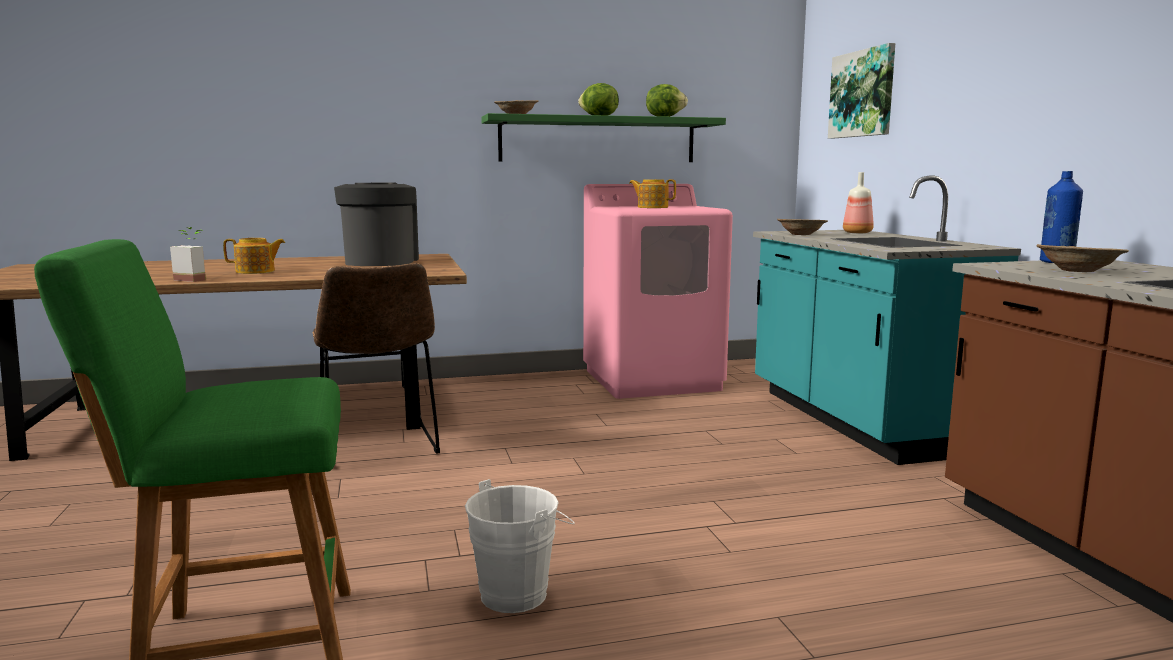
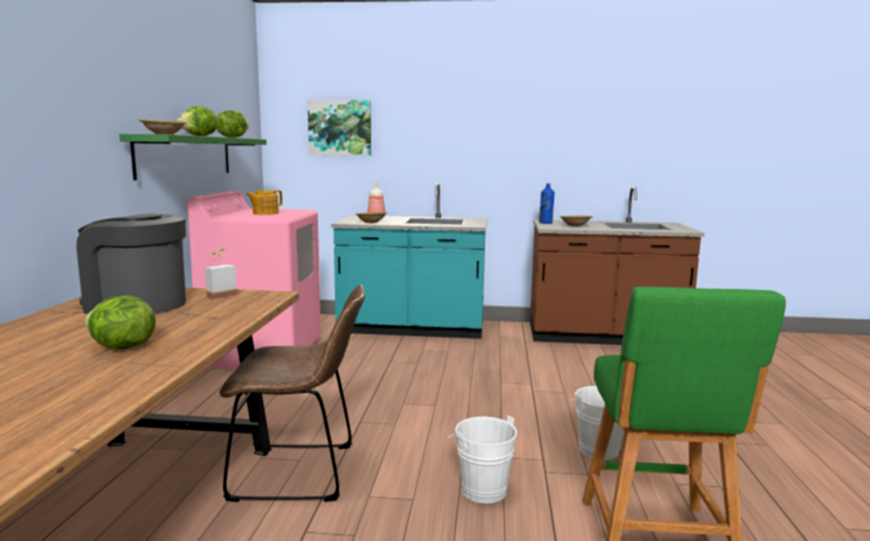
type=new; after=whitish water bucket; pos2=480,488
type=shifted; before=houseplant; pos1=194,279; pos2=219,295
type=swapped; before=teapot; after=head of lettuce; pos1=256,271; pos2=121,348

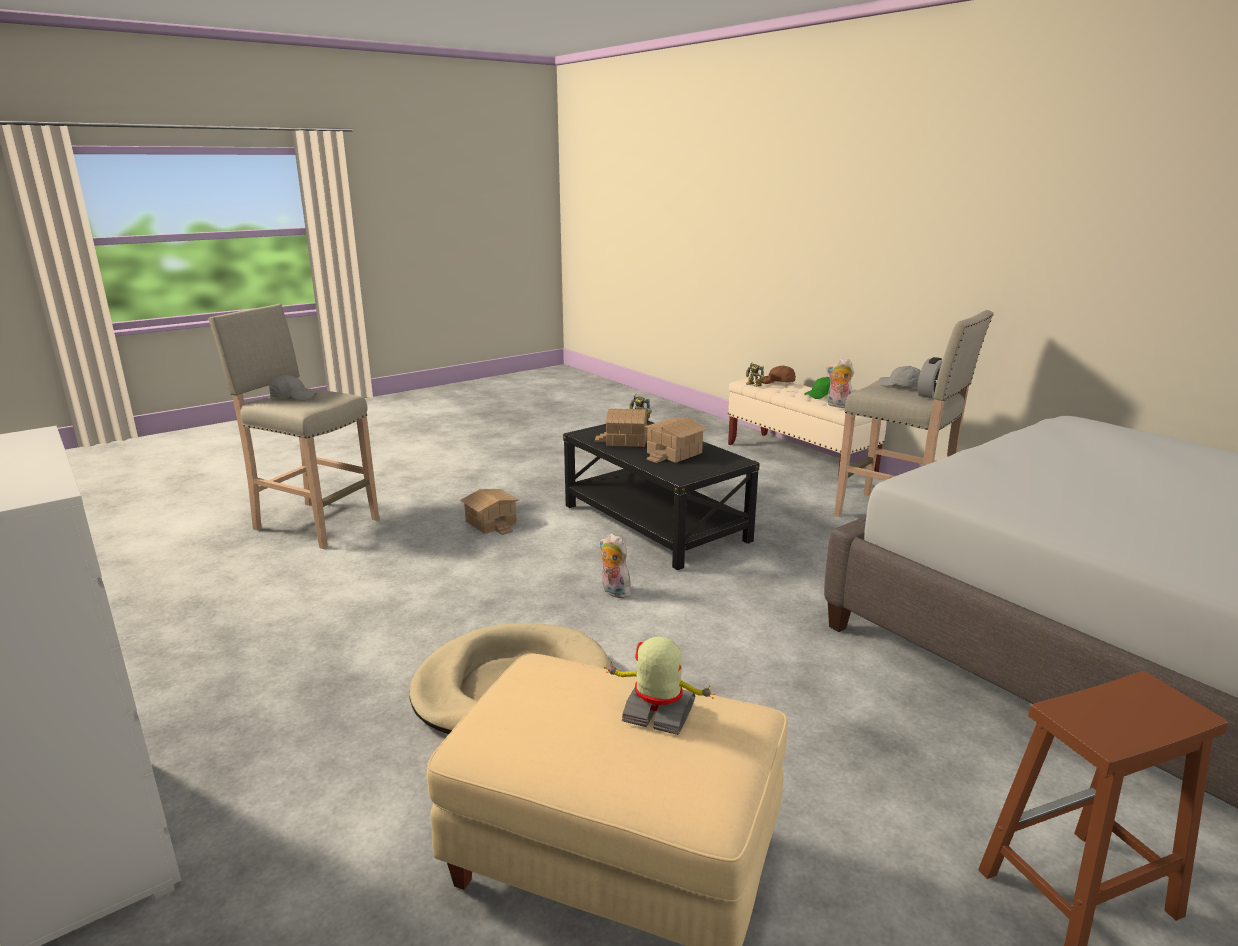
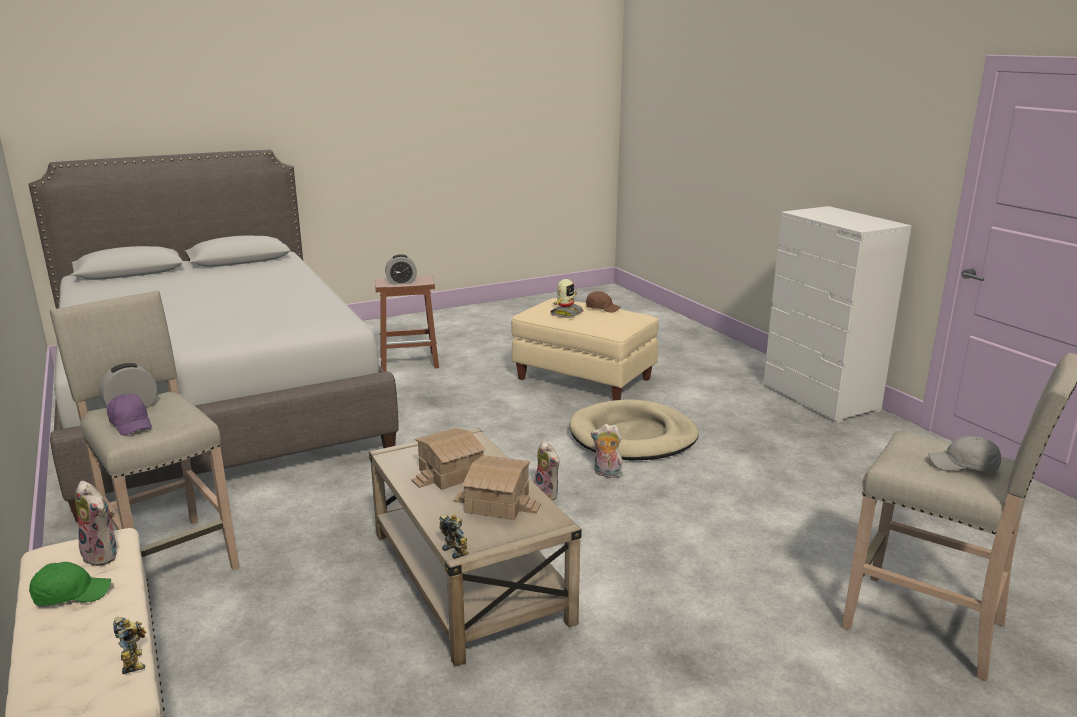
type=gone; before=model house; pos1=492,522
type=new; after=alarm clock; pos2=401,282
type=new; after=plush toy; pos2=606,474
type=shifted; before=brownish peaked cap; pos1=777,382; pos2=602,308
type=repainted; before=blackish low table; after=beige low table; pos1=655,524; pos2=469,577
type=repainted; before=greyish peaked cap; after=purplish peaked cap; pos1=901,386; pos2=131,424
type=rotated; before=toy robot; pos1=658,713; pos2=566,313; turn=-90

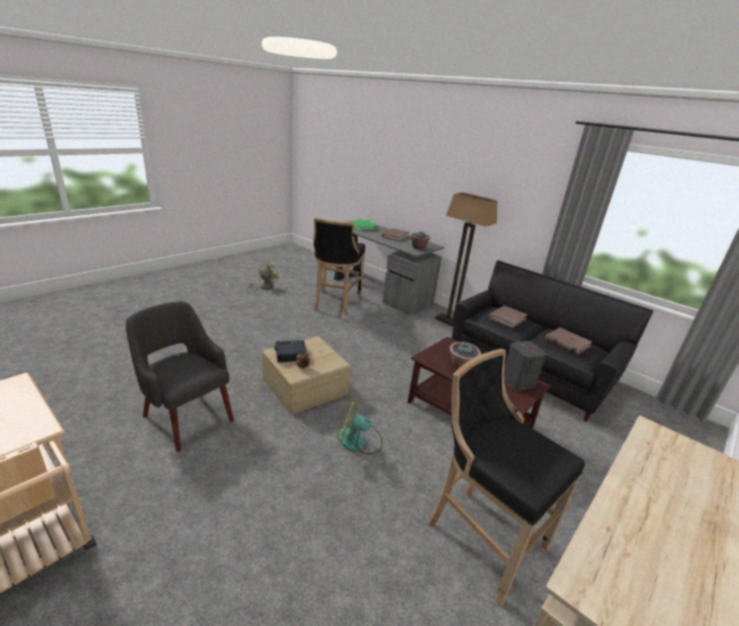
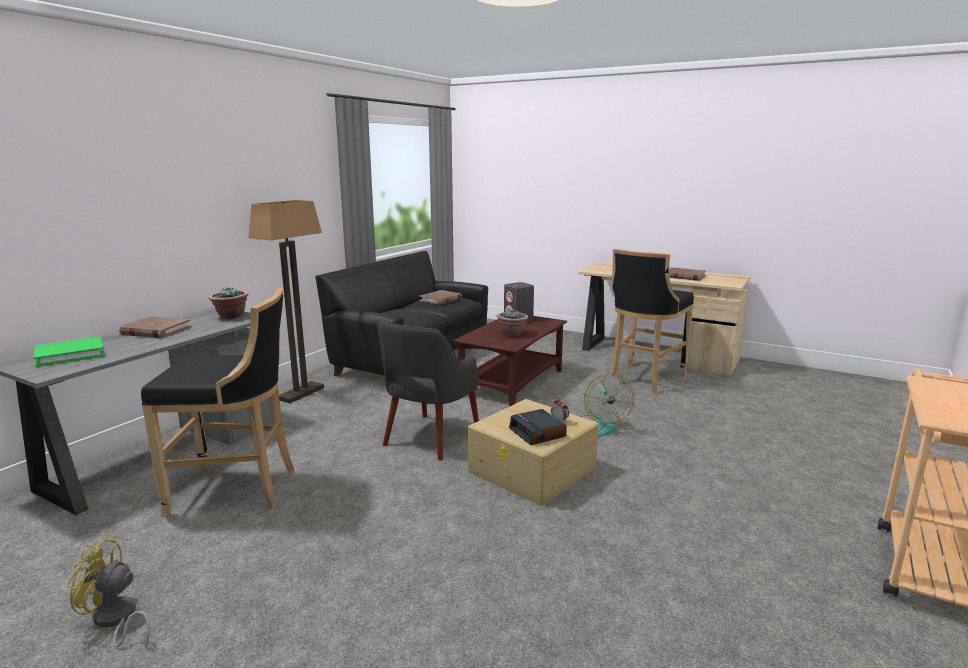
type=shifted; before=greyish lounge chair; pos1=187,417; pos2=431,437
type=shifted; before=brownish bound book; pos1=507,318; pos2=684,276

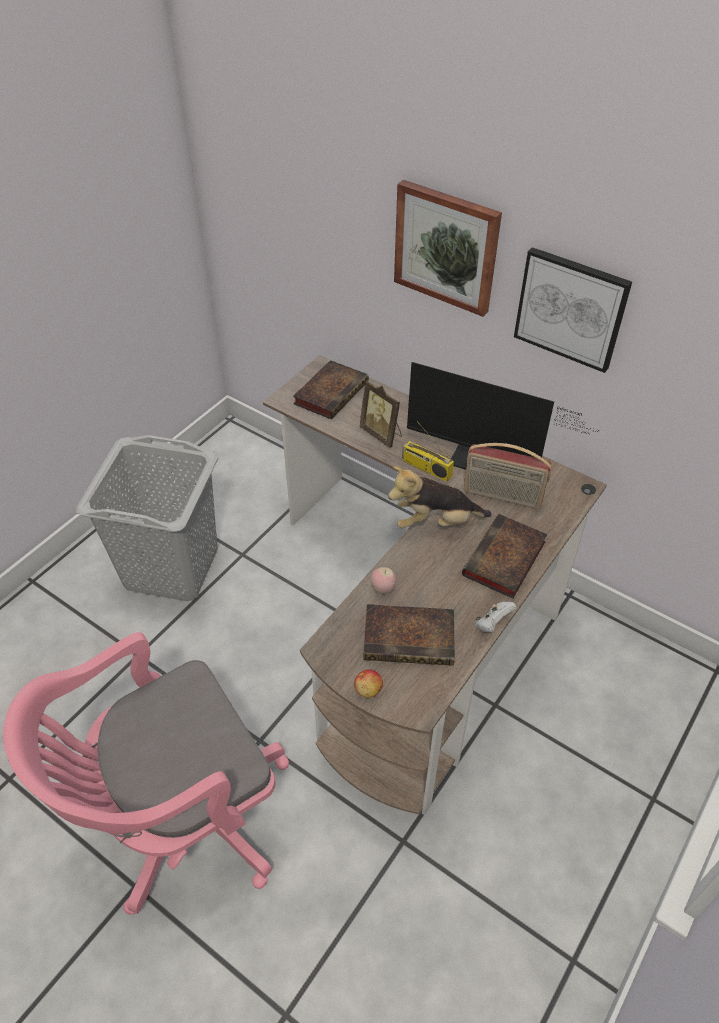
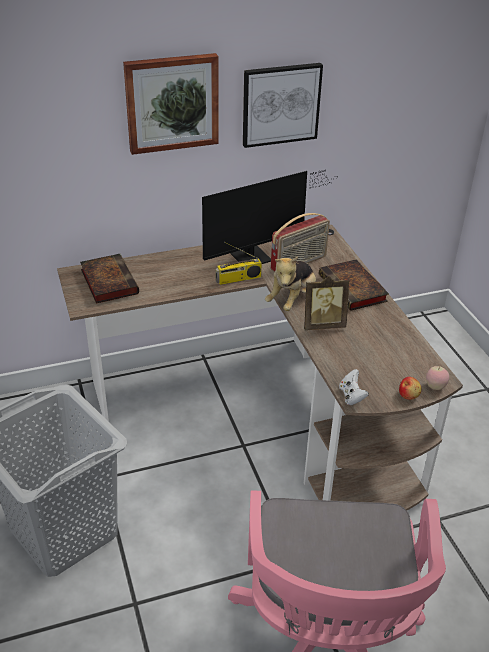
type=gone; before=bound book; pos1=411,638
type=shifted; before=photo frame; pos1=382,434; pos2=323,324
type=shifted; before=apple; pos1=383,588; pos2=435,387
type=shifted; before=whitish game controller; pos1=492,623; pos2=351,396

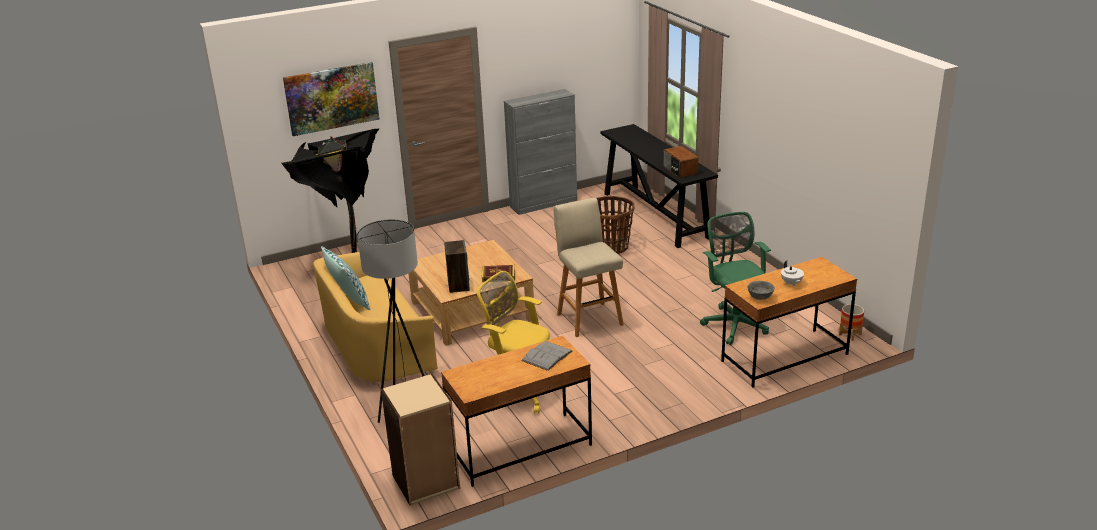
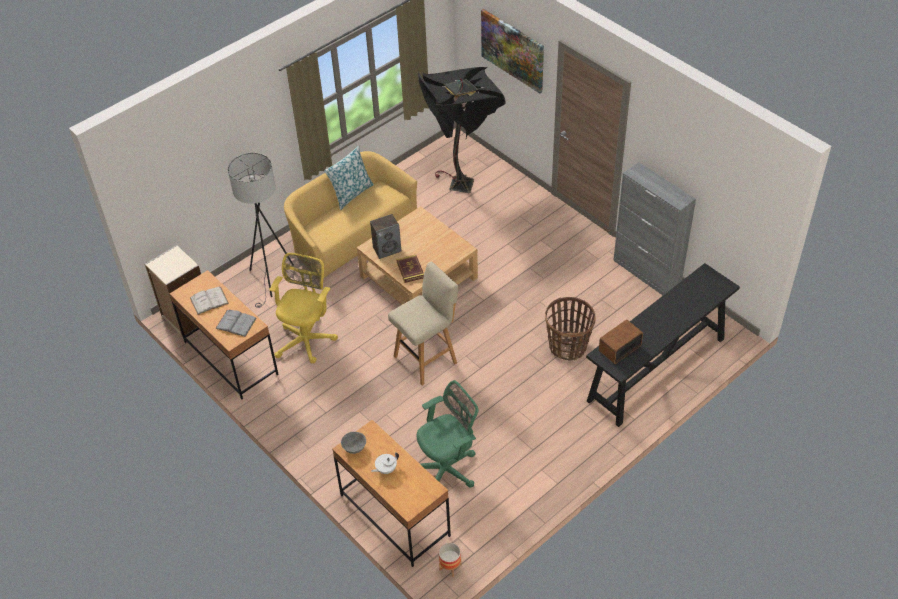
type=new; after=whitish bound book; pos2=209,300

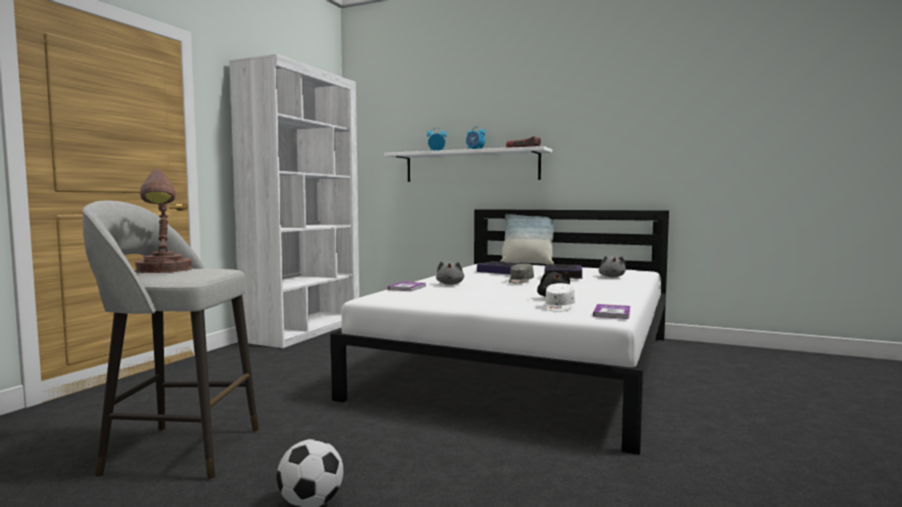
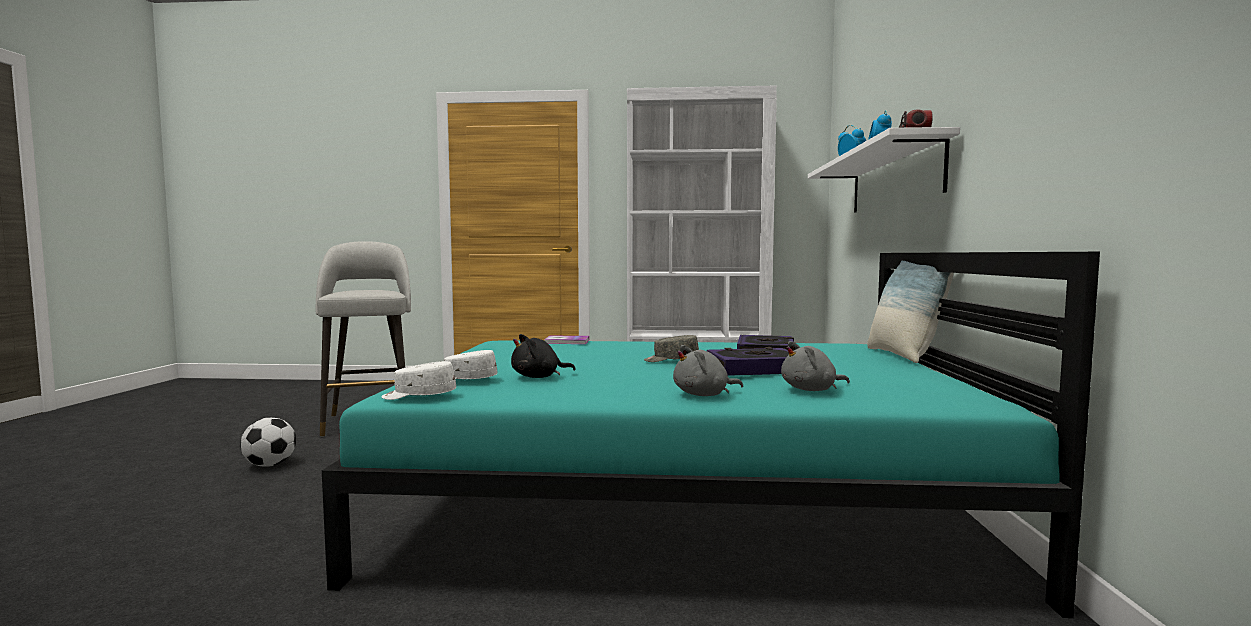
type=gone; before=brownish lamp for a table; pos1=164,270
type=shifted; before=greyish plush toy; pos1=450,284; pos2=704,395
type=swapped; before=bound book; after=whitish peaked cap; pos1=612,313; pos2=419,396
type=repainted; before=whitish sleeping bed; after=blue-green sleeping bed; pos1=529,364; pos2=681,497

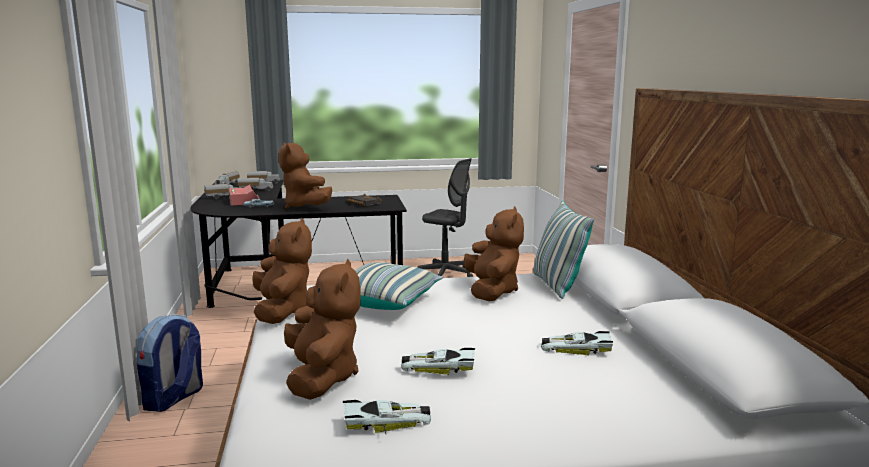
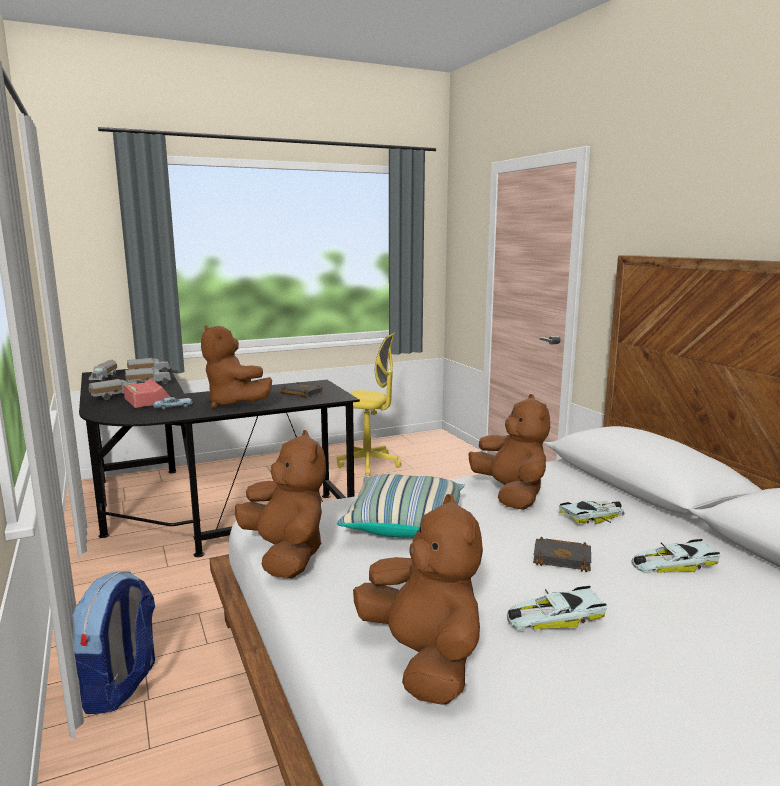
type=gone; before=pillow; pos1=557,285
type=new; after=blackish bound book; pos2=563,558
type=shifted; before=miniature car; pos1=387,422; pos2=594,516
type=repainted; before=greyish desk chair; after=yellow-coloured desk chair; pos1=446,275; pos2=369,464

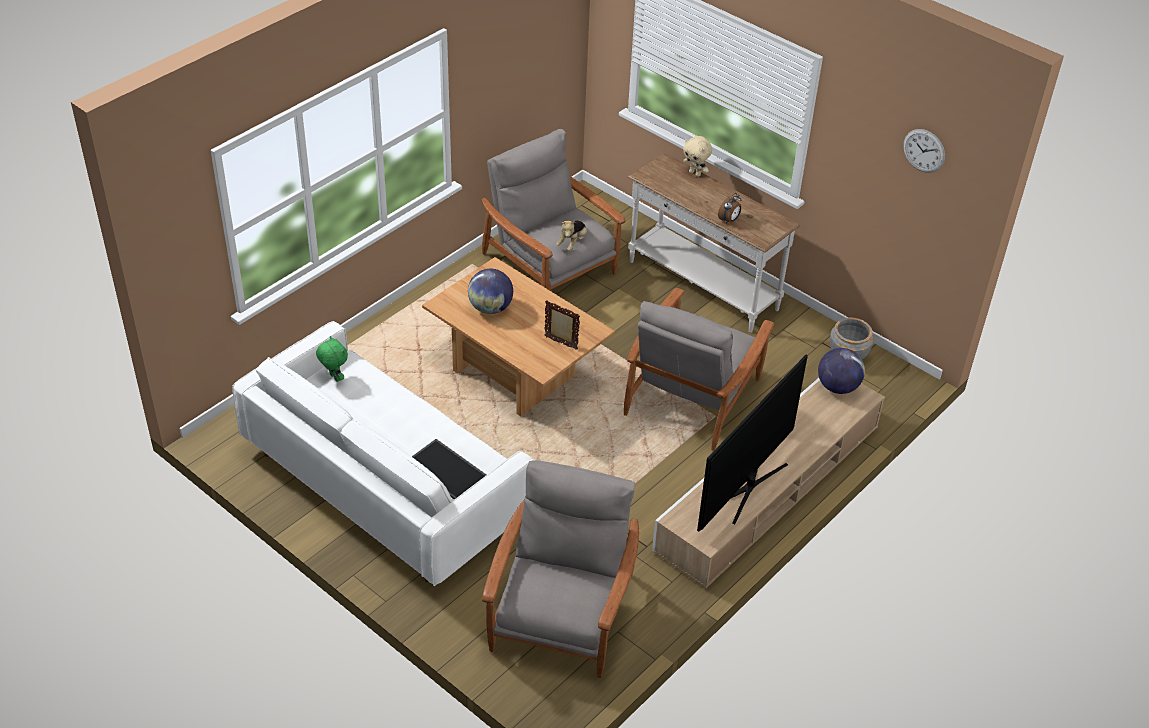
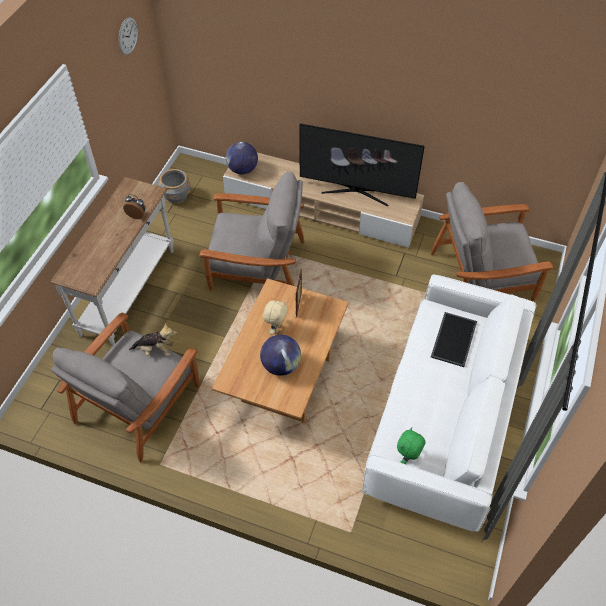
type=shifted; before=beige plush toy; pos1=695,173; pos2=276,328

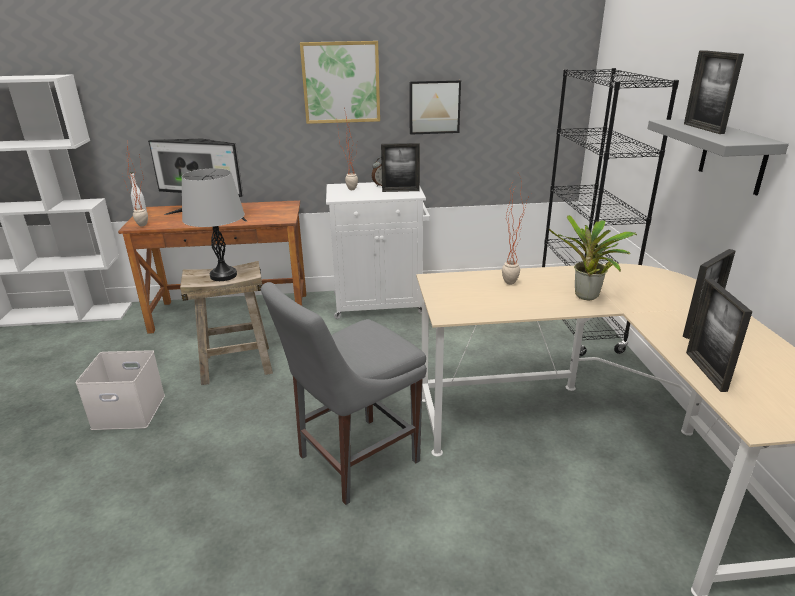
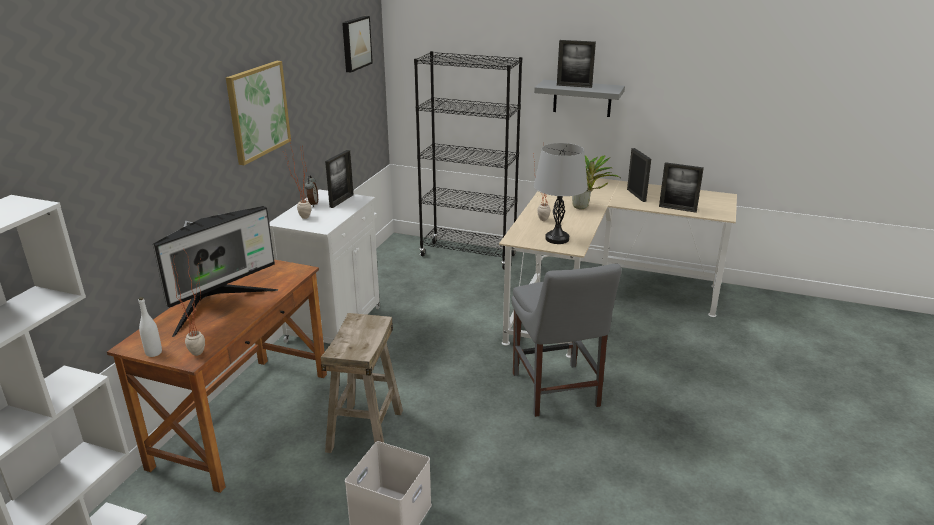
type=shifted; before=greyish lamp for a table; pos1=223,275; pos2=557,239
type=shifted; before=wall art; pos1=434,107; pos2=355,43

